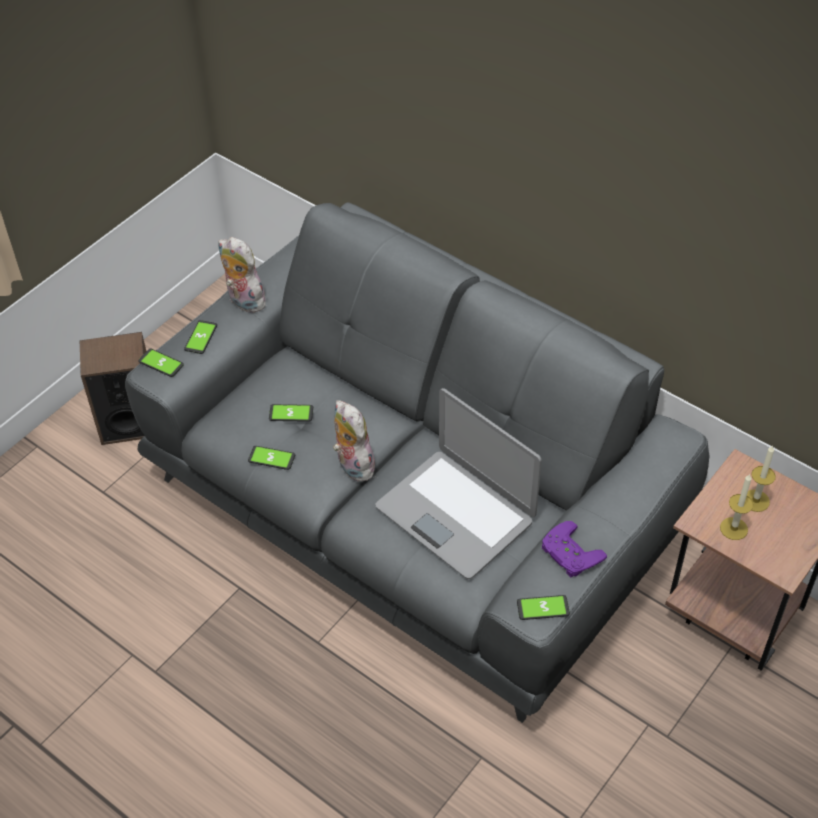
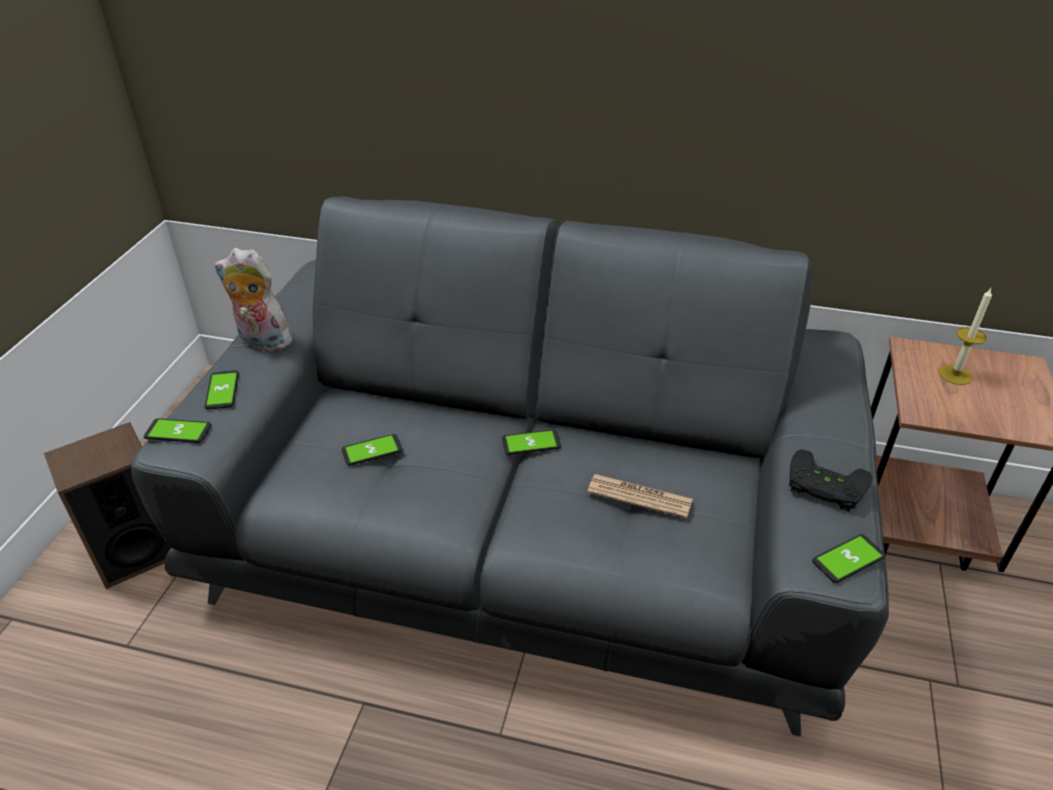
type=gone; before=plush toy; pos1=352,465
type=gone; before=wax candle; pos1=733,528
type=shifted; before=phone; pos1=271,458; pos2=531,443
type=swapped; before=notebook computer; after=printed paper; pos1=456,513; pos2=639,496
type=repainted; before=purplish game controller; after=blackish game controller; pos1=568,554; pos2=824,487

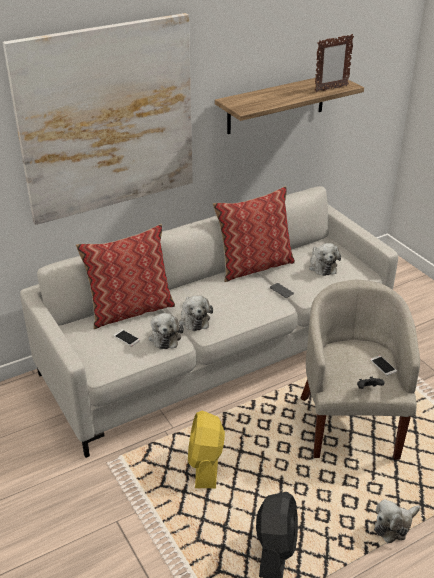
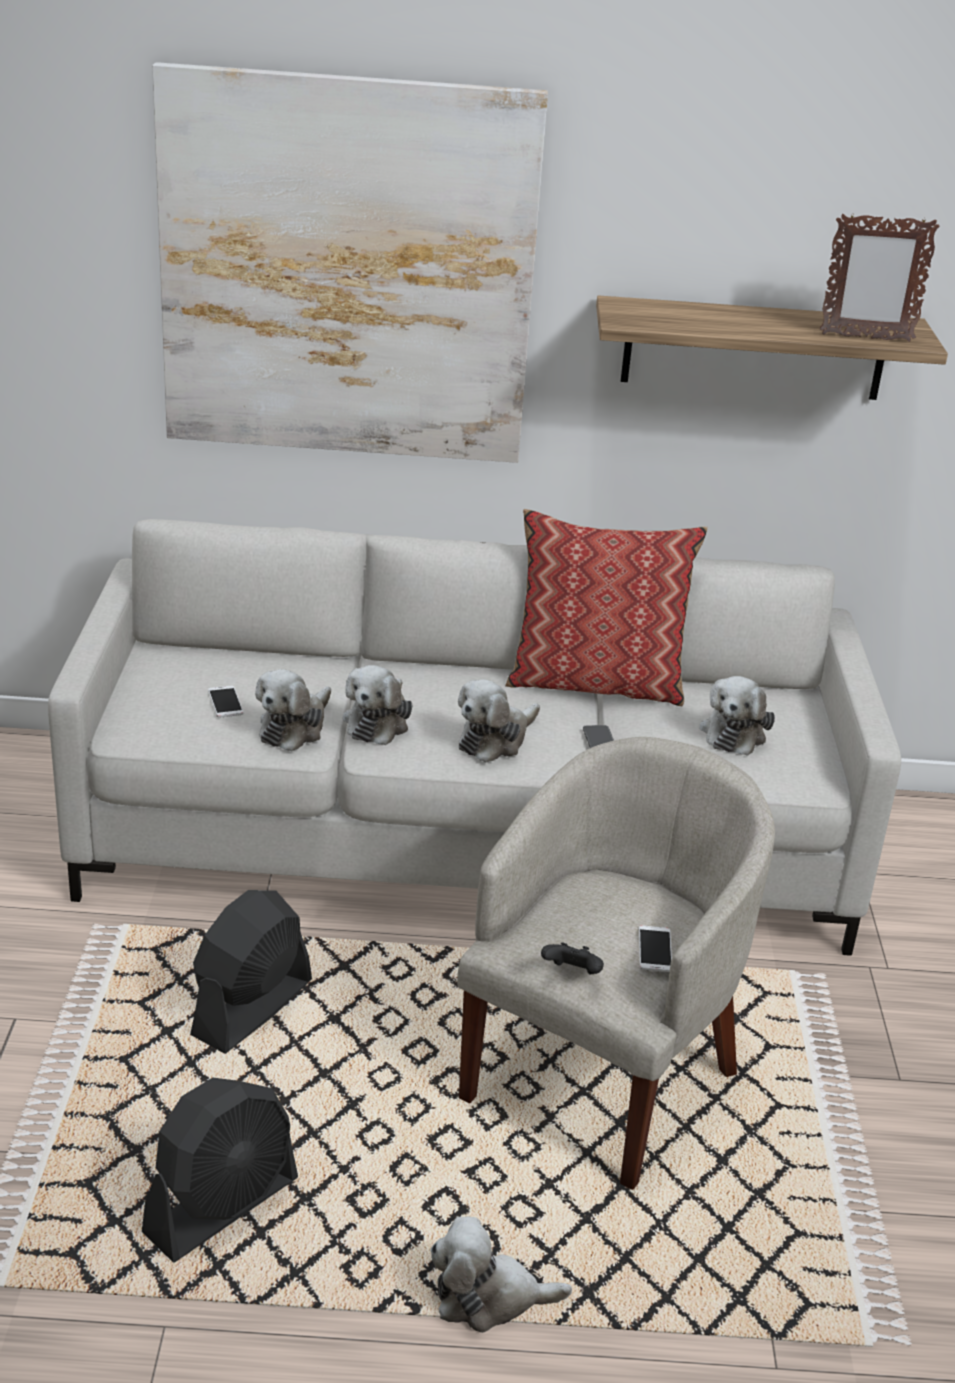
type=gone; before=pillow; pos1=130,310
type=new; after=plush toy; pos2=495,740
type=repainted; before=yellow-coloured electric fan; after=blackish electric fan; pos1=206,464; pos2=251,1009

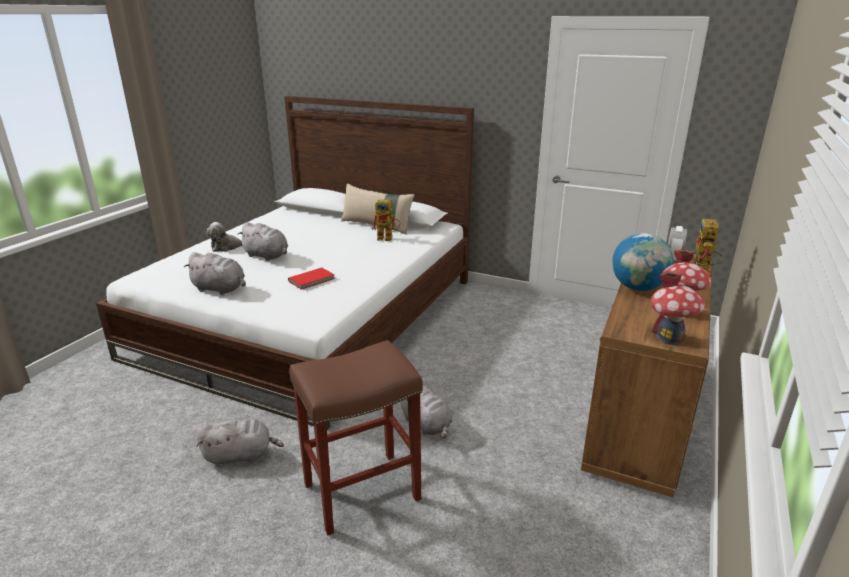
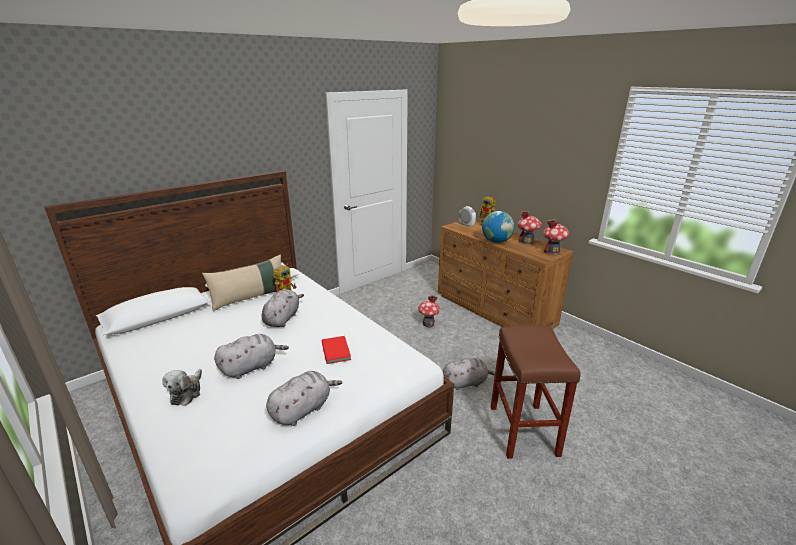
type=new; after=model house; pos2=428,324
type=shifted; before=greyish plush toy; pos1=241,456; pos2=283,318

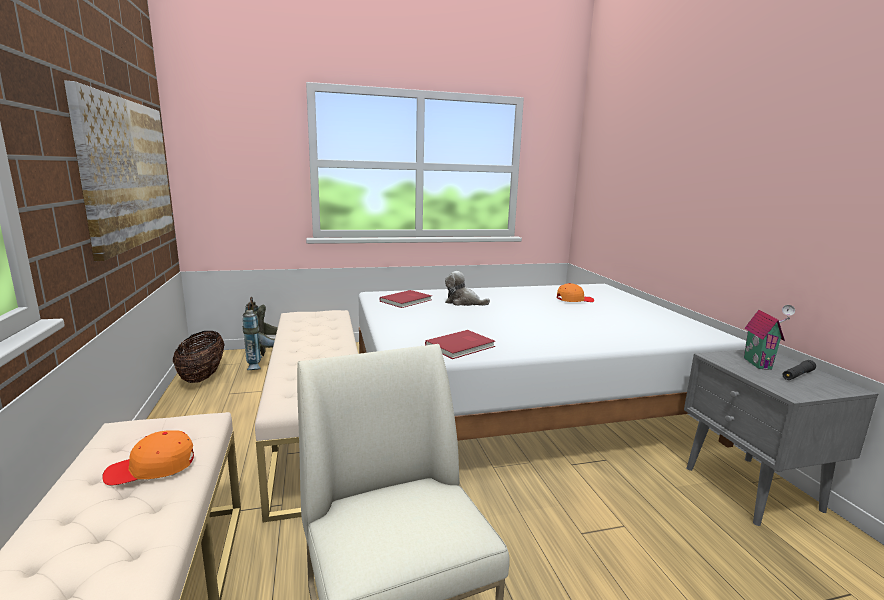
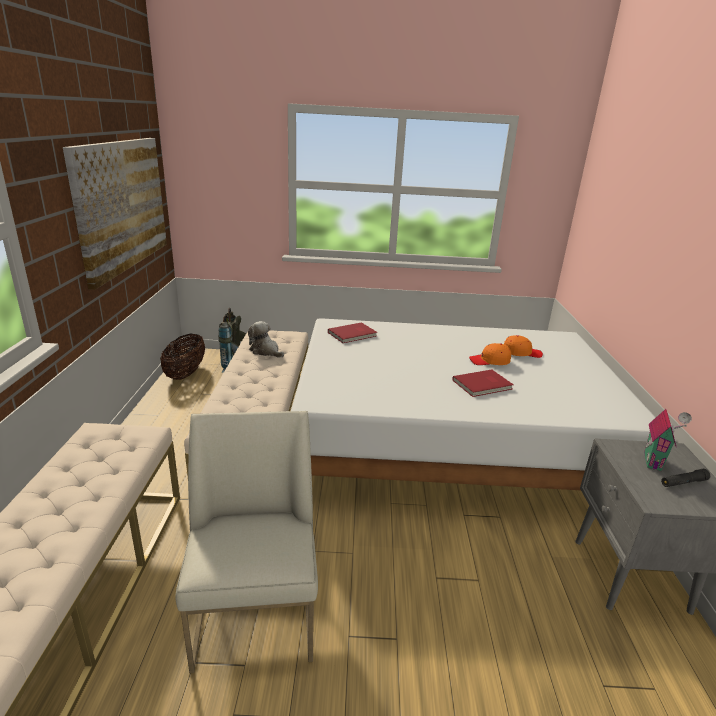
type=shifted; before=orangey peaked cap; pos1=151,468; pos2=490,361
type=shifted; before=red bound book; pos1=462,346; pos2=483,385
type=shifted; before=plush toy; pos1=463,302; pos2=265,351

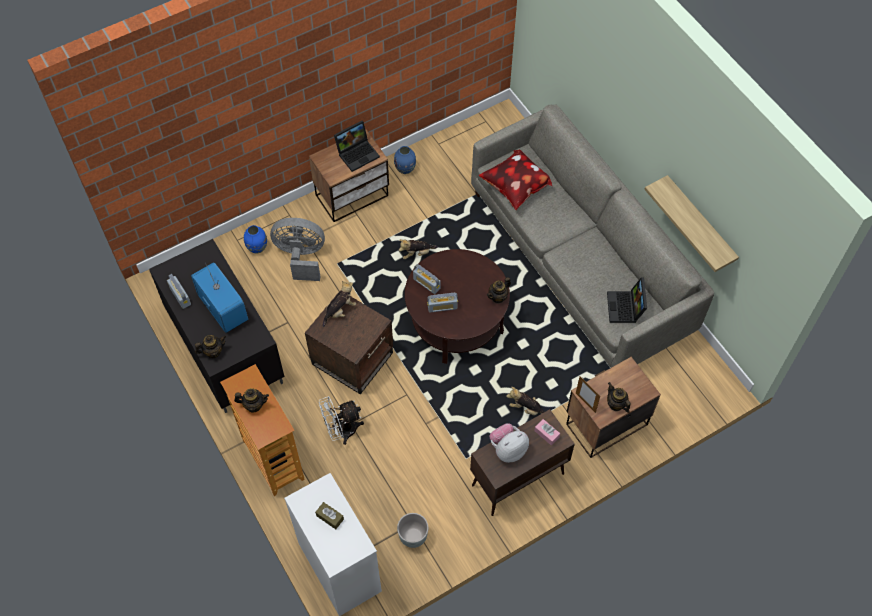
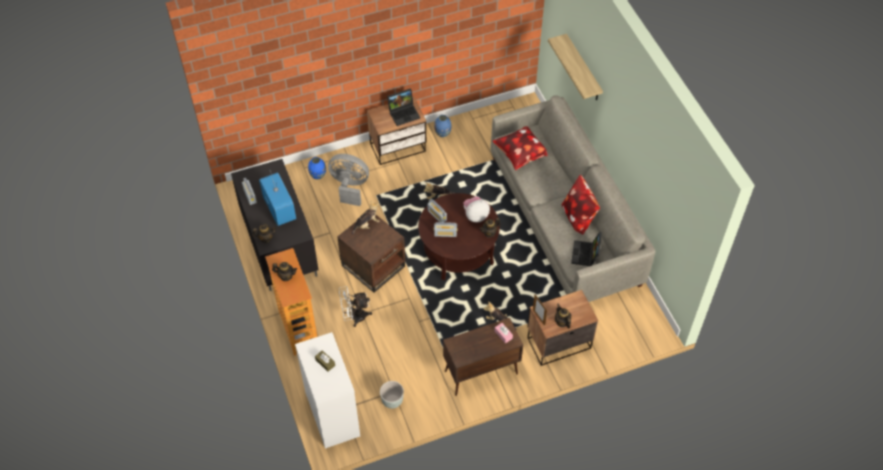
type=new; after=pillow; pos2=578,216
type=shifted; before=plush toy; pos1=508,449; pos2=475,215
type=shifted; before=wall shelf; pos1=699,223; pos2=583,69

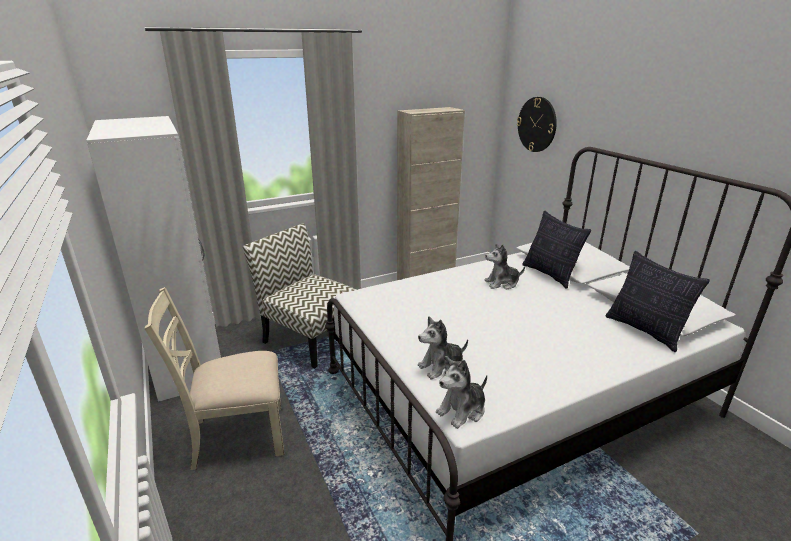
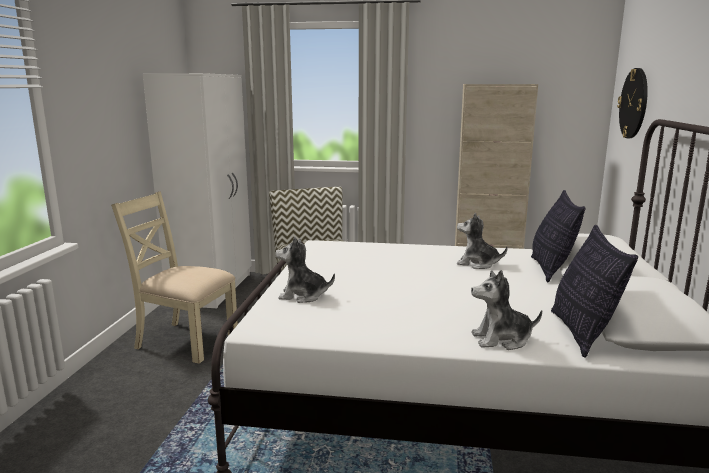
type=shifted; before=plush toy; pos1=462,410; pos2=501,339

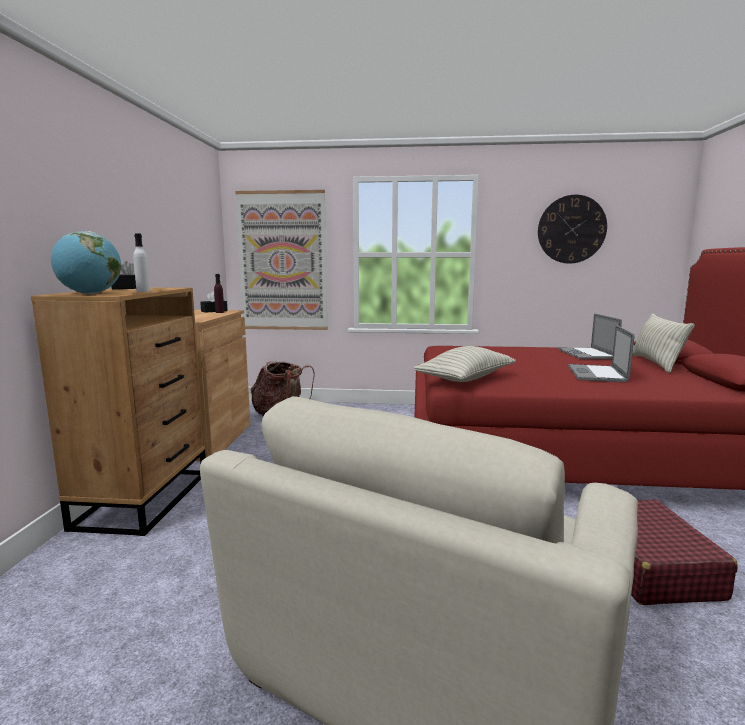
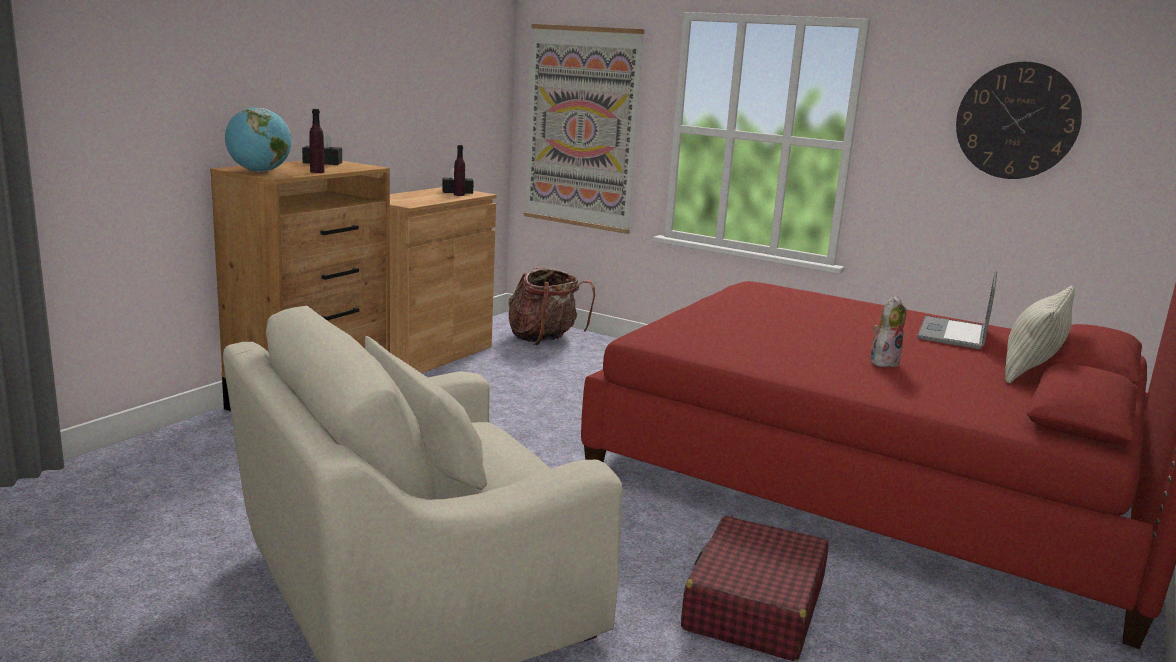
type=gone; before=pillow; pos1=465,379
type=swapped; before=notebook computer; after=plush toy; pos1=596,373; pos2=883,362
type=repainted; before=whitish drink bottle; after=purplish drink bottle; pos1=143,291; pos2=317,172

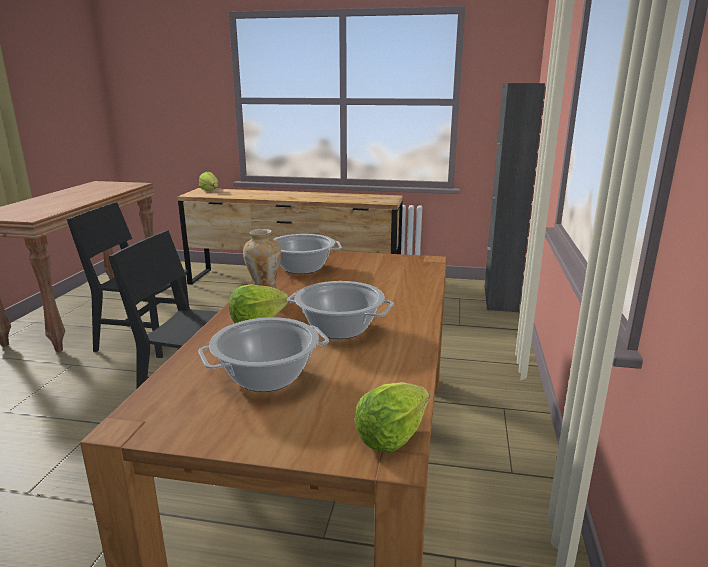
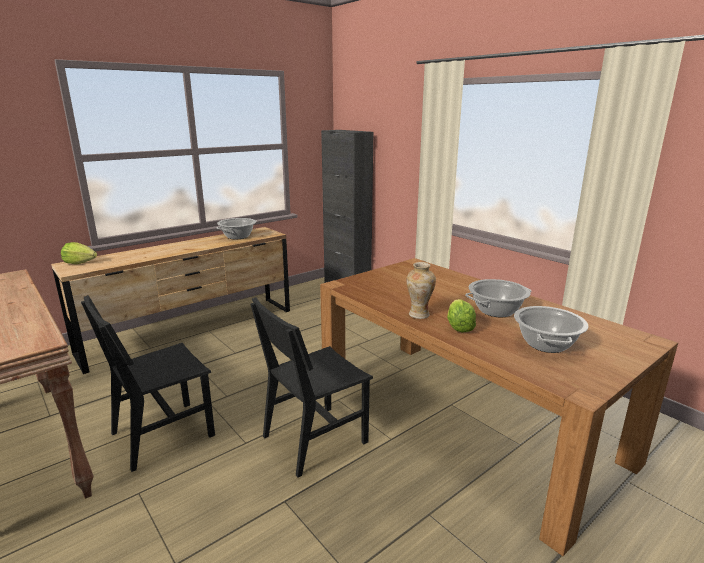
type=gone; before=head of lettuce; pos1=392,436
type=shifted; before=cooking pot; pos1=302,268; pos2=238,236

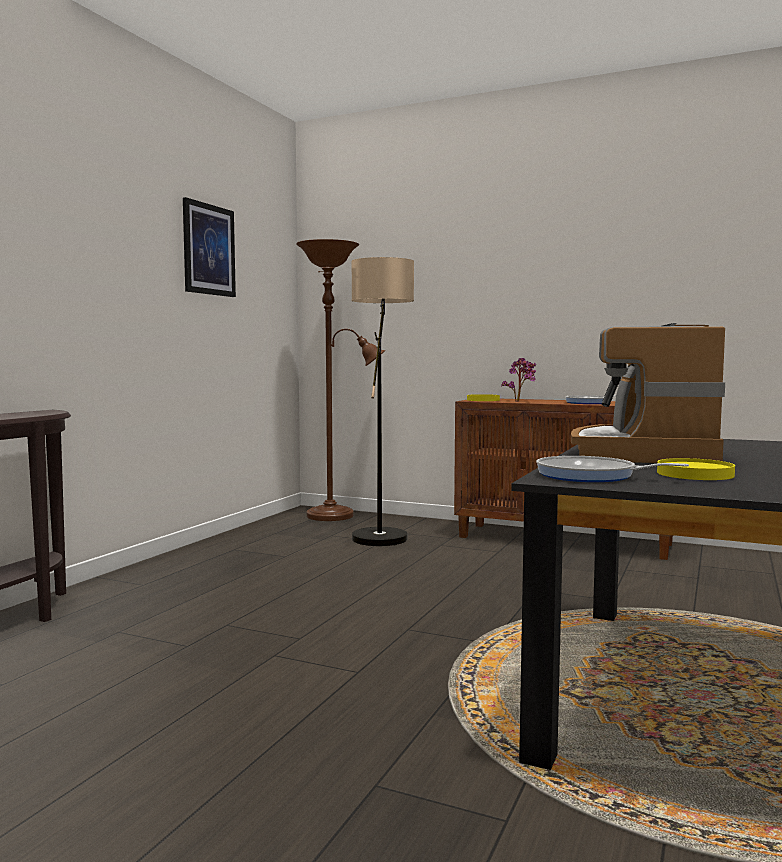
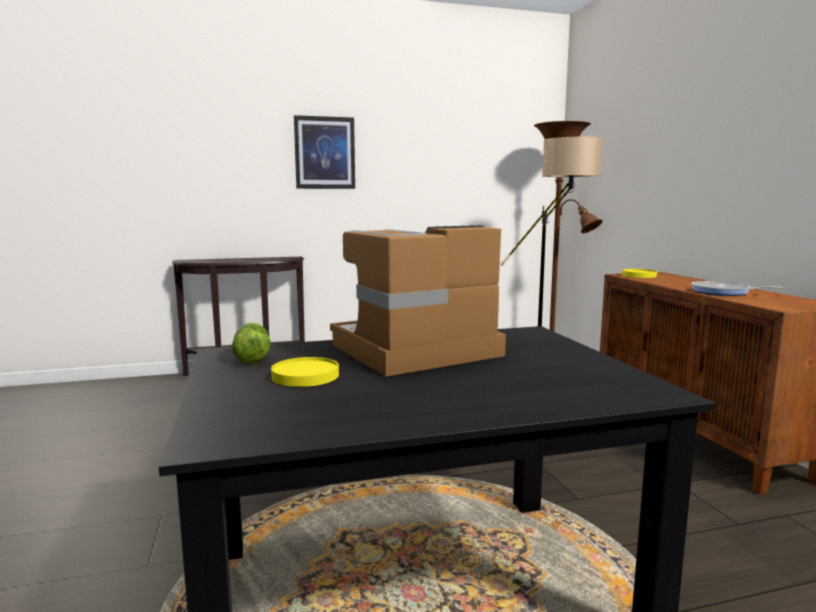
type=gone; before=houseplant; pos1=520,401
type=shifted; before=wall art; pos1=208,250; pos2=325,153
type=swapped; before=pan; after=head of lettuce; pos1=591,476; pos2=252,357

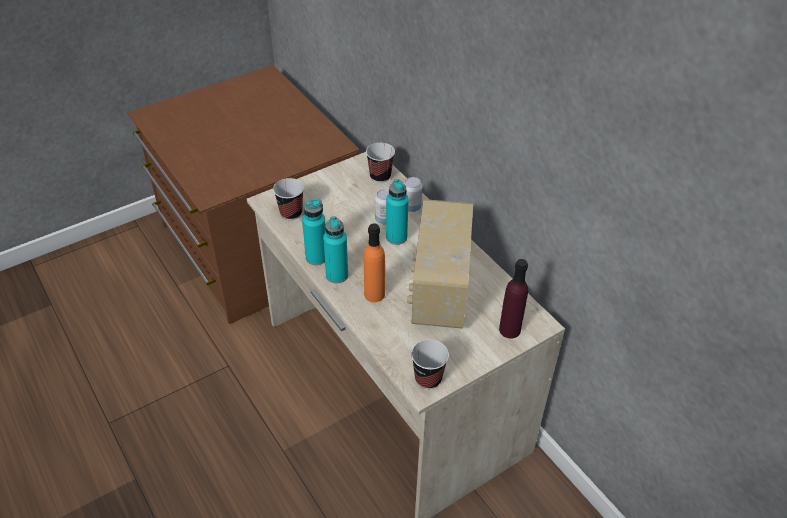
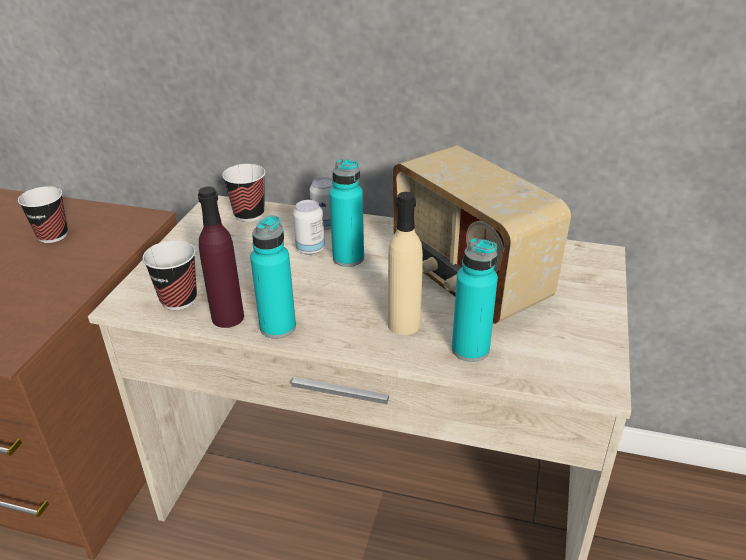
type=shifted; before=blue-green drink bottle; pos1=337,275; pos2=470,349
type=shifted; before=small cup; pos1=428,379; pos2=52,235
type=shifted; before=purplish drink bottle; pos1=509,330; pos2=228,317
type=repainted; before=orangey drink bottle; after=beige drink bottle; pos1=374,294; pos2=404,324

